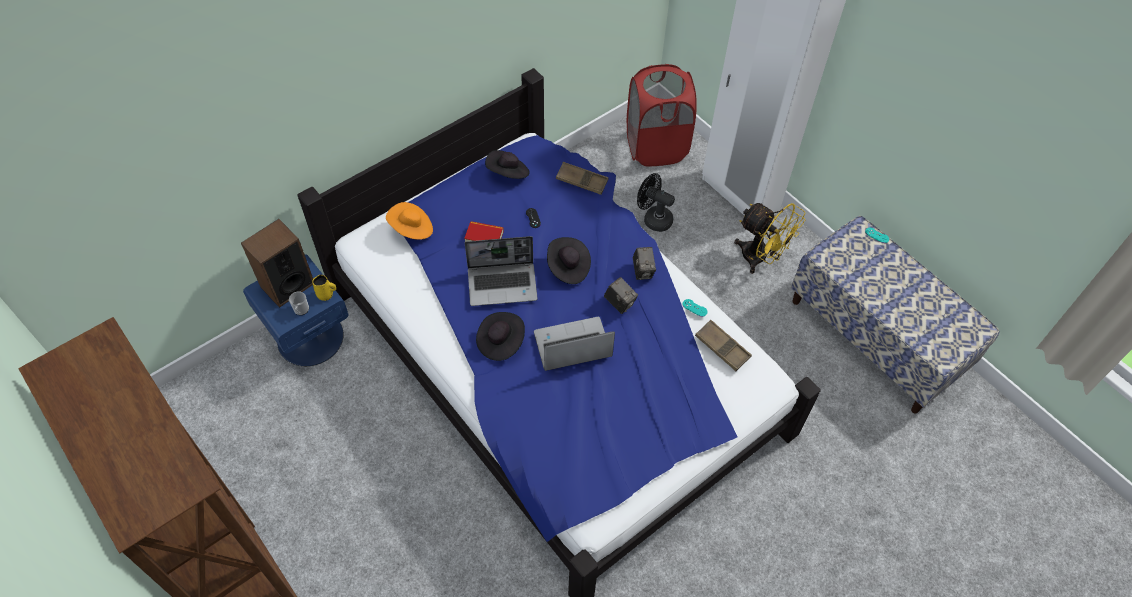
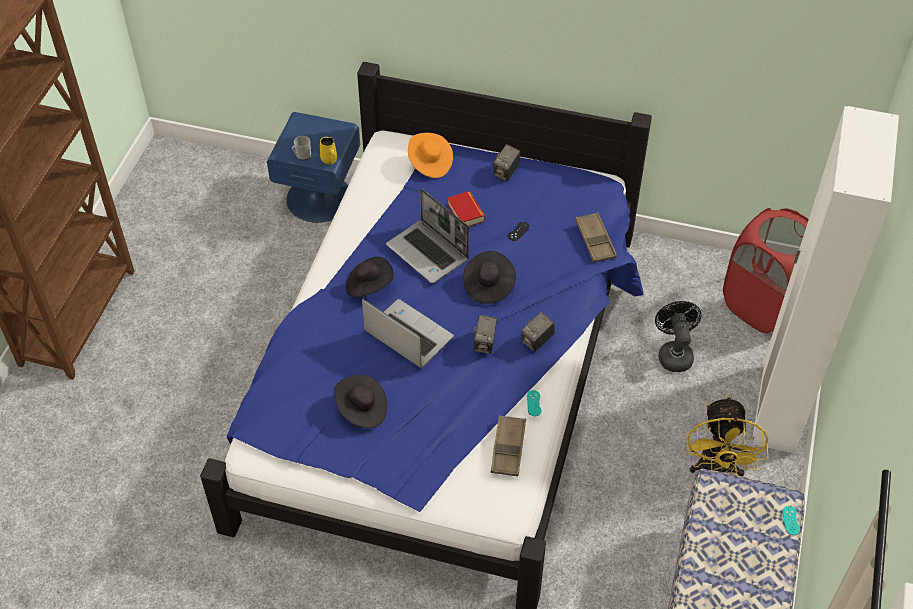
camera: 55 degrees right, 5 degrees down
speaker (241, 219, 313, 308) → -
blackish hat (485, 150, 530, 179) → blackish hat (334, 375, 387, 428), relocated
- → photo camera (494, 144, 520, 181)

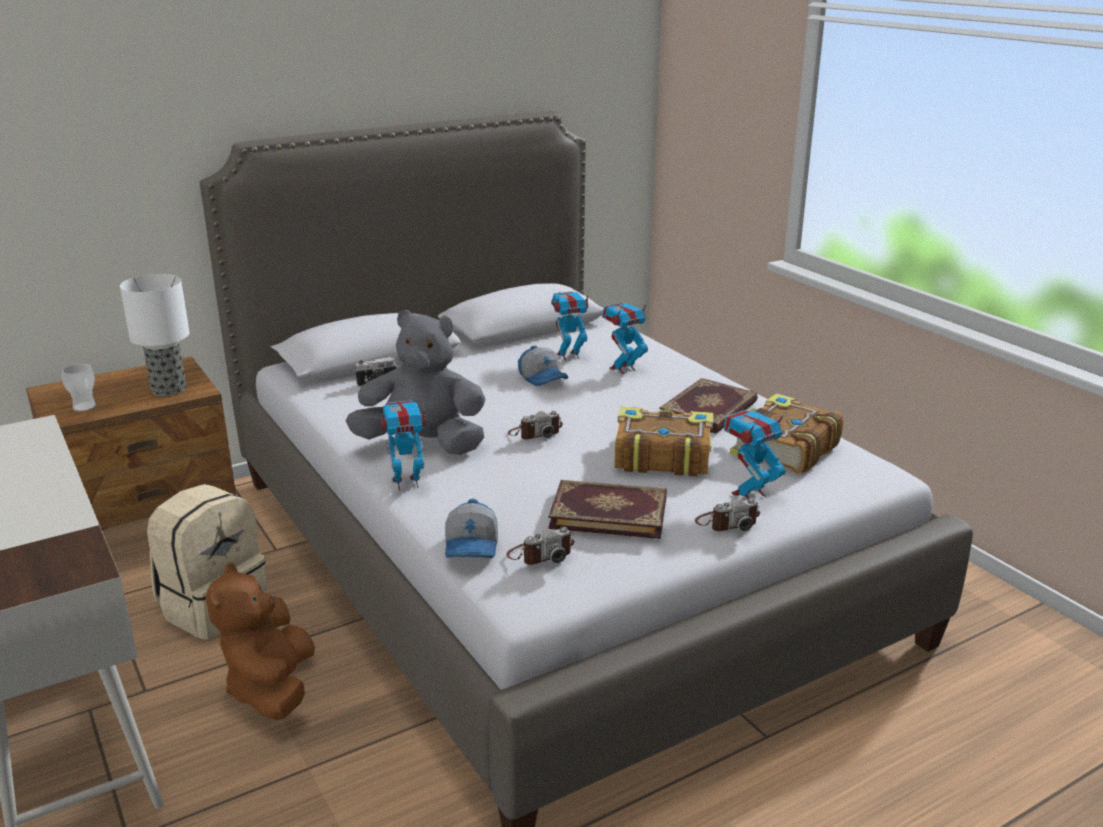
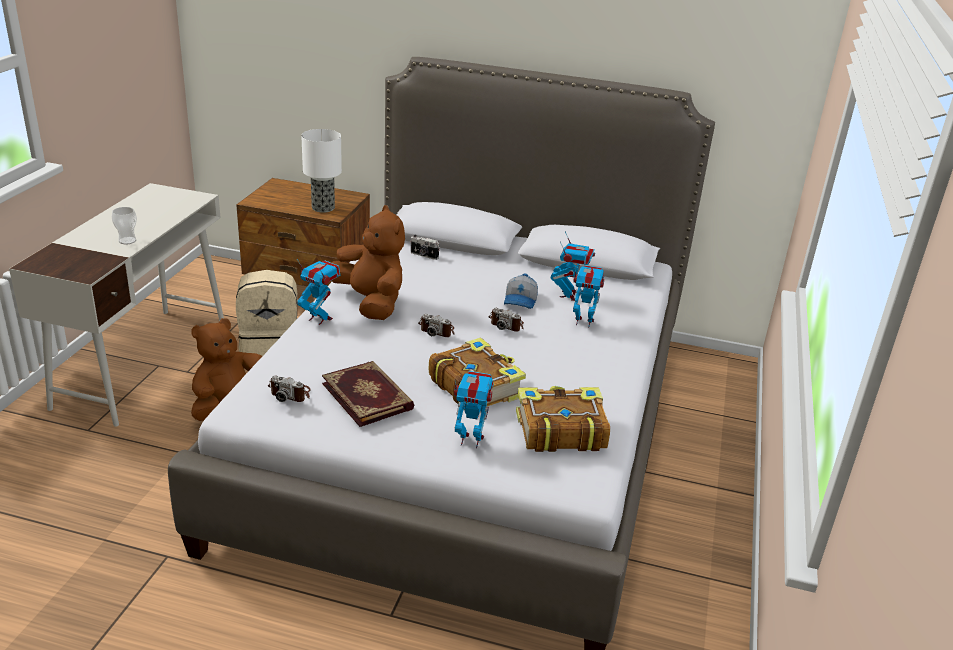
camera: 45 degrees right, 5 degrees up
small cup (62, 364, 96, 412) → small cup (112, 207, 137, 244), relocated
gray soft toy (346, 310, 486, 455) → brown soft toy (331, 205, 405, 320)
baseball cap (445, 499, 498, 558) → -
model robot (551, 289, 590, 360) → model robot (551, 231, 595, 301), 75 degrees clockwise
bound book (660, 378, 758, 434) → -
photo camera (695, 498, 760, 531) → photo camera (488, 308, 524, 332), relocated

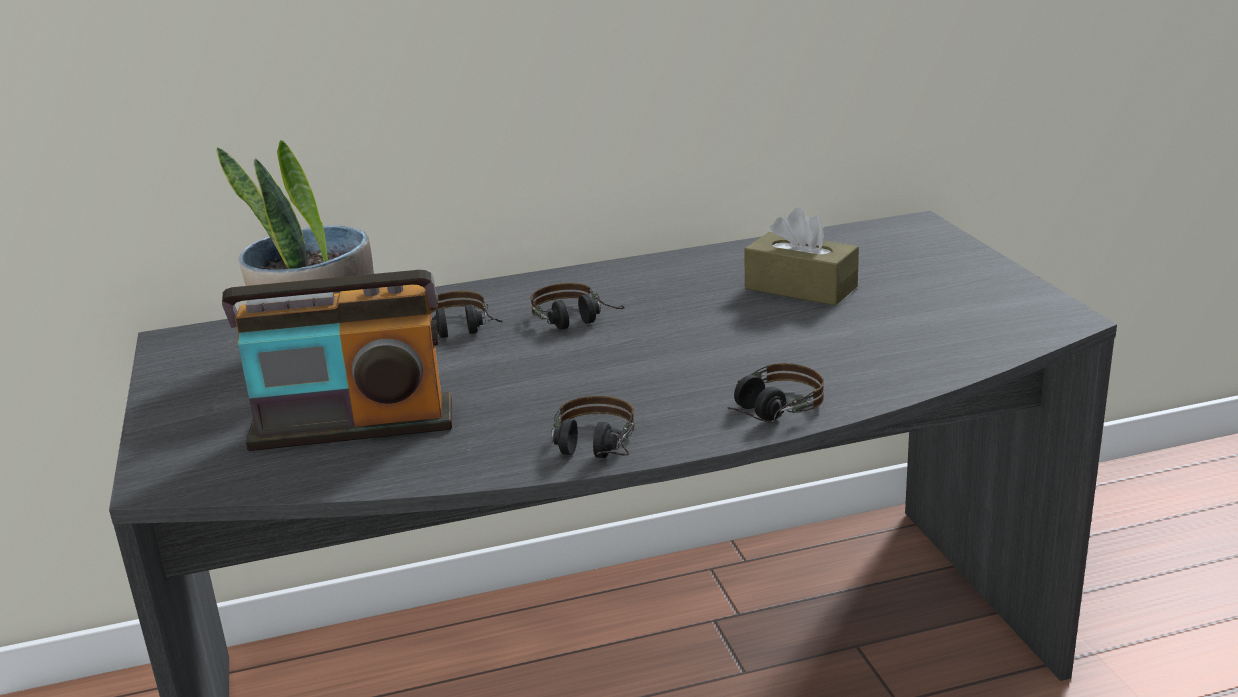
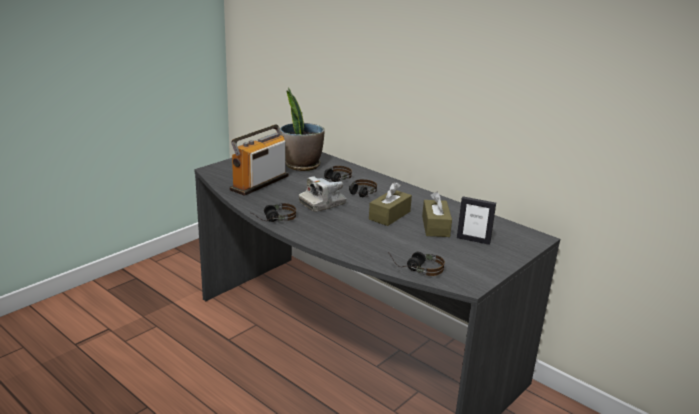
camera: 55 degrees right, 0 degrees up
radio receiver (222, 270, 452, 451) → radio receiver (229, 124, 289, 196), 75 degrees clockwise
headset (727, 363, 824, 423) → headset (388, 252, 445, 276), relocated
- → photo camera (299, 176, 347, 212)
- → brown box of tissues (369, 182, 412, 226)
- → standing frame (457, 197, 496, 245)

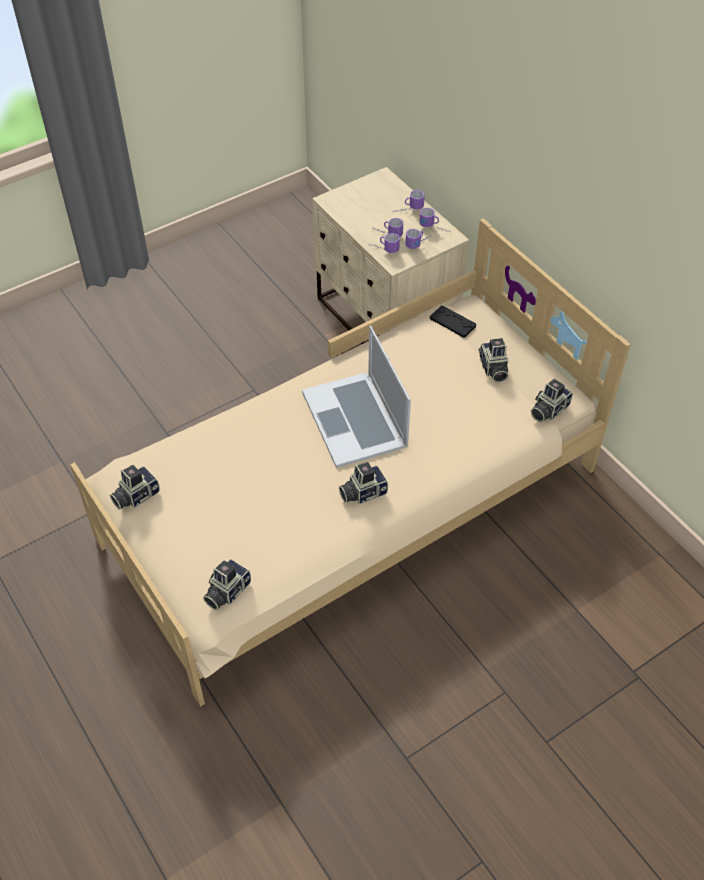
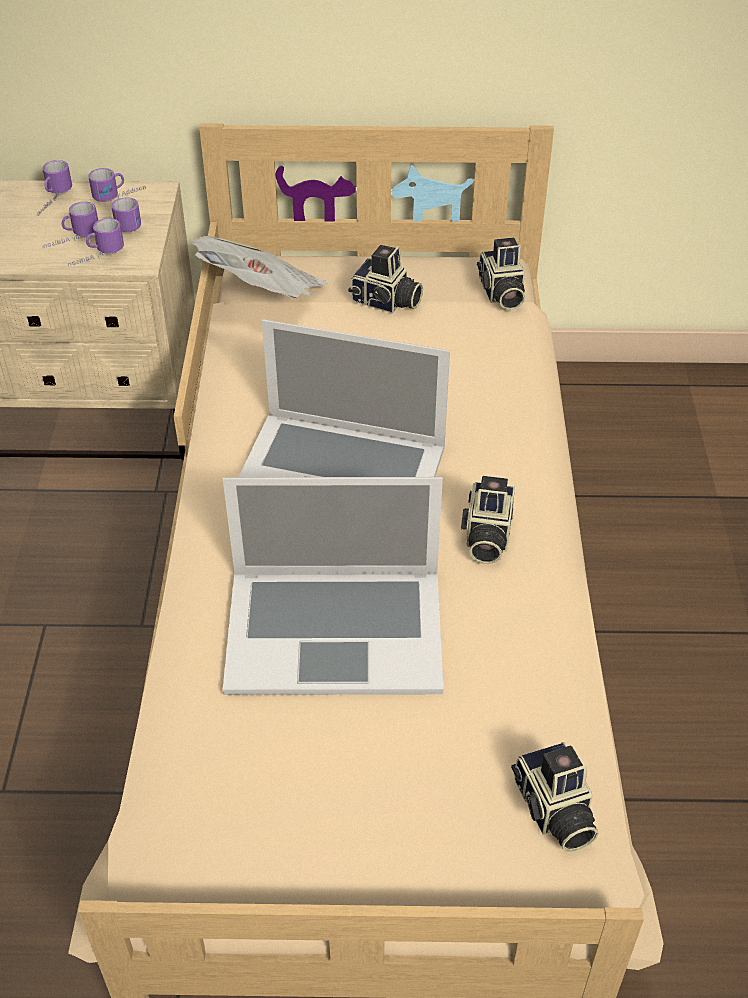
camera: 55 degrees left, 5 degrees down
photo camera (110, 465, 160, 510) → -
blackish gamepad (430, 306, 476, 338) → newspaper (192, 236, 327, 298)
- → notebook computer (223, 477, 443, 695)

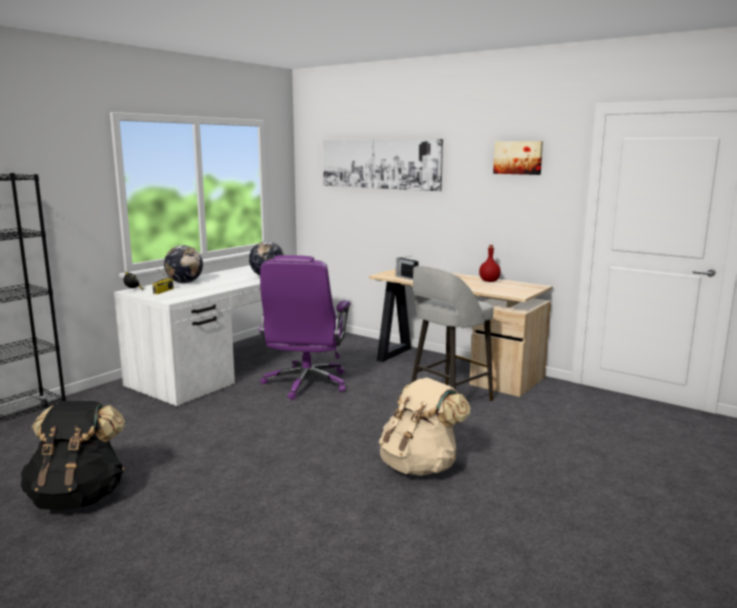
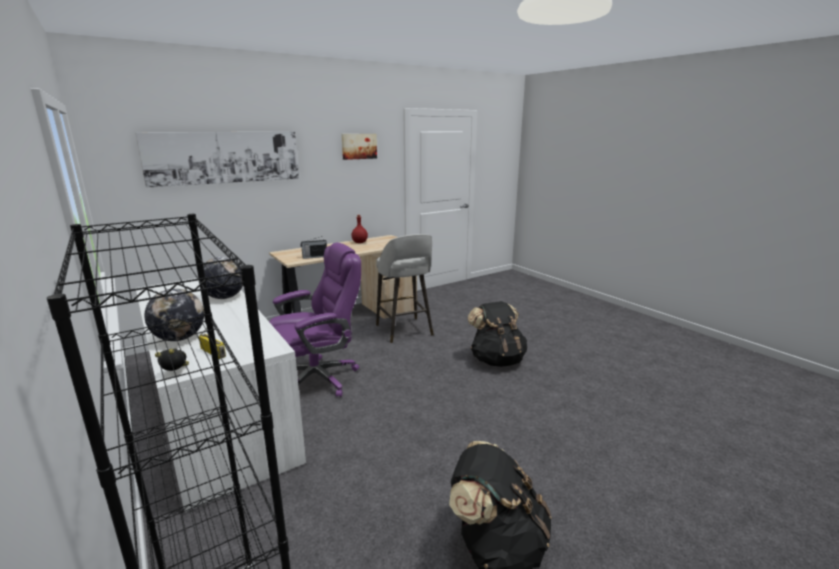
camera: 70 degrees left, 5 degrees up
purple desk chair (259, 255, 350, 400) → purple desk chair (269, 243, 361, 397), 60 degrees counterclockwise
sand-coloured knapsack (379, 378, 470, 476) → blackish knapsack (467, 301, 527, 367)

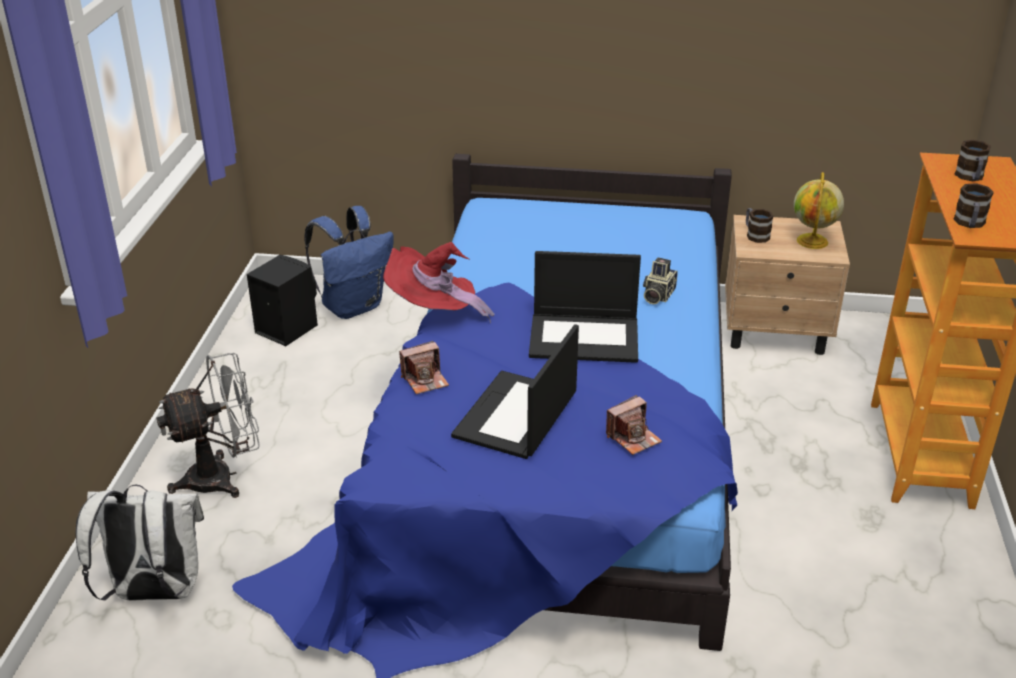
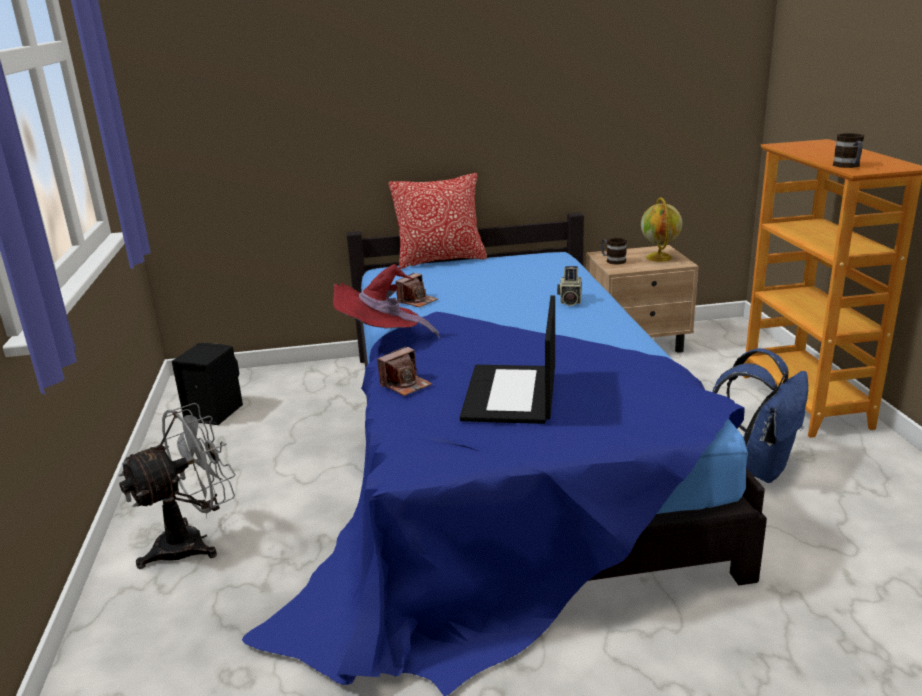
camera: 15 degrees left, 10 degrees down
white-coloured knapsack (76, 484, 204, 601) → -
blue-coloured knapsack (304, 206, 393, 319) → blue-coloured knapsack (712, 348, 808, 483), relocated
notebook computer (529, 251, 641, 363) → -
photo camera (606, 395, 662, 455) → photo camera (395, 273, 438, 308), relocated
tea mug (954, 140, 991, 181) → -
- → cushion (389, 173, 487, 269)

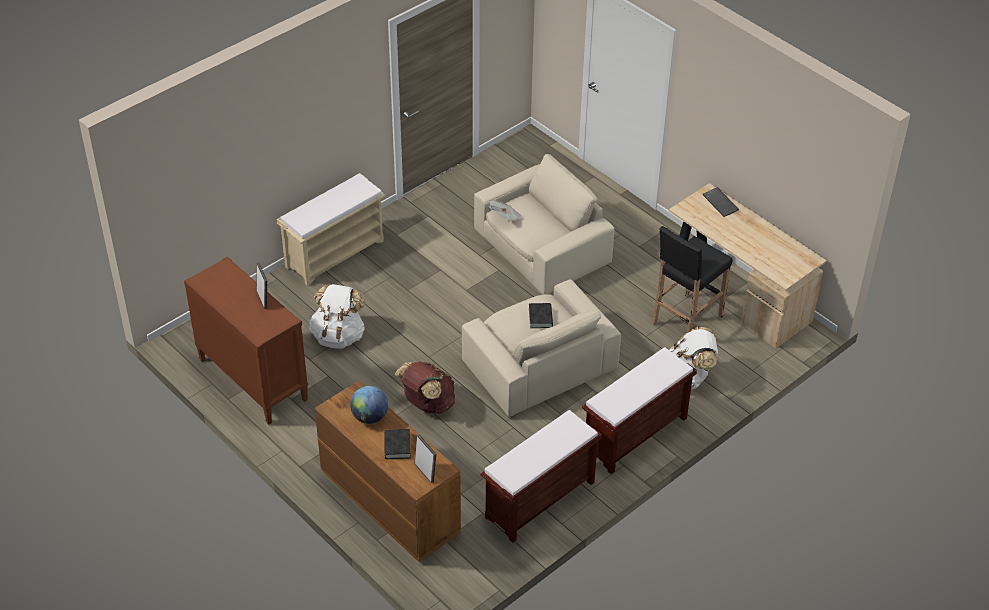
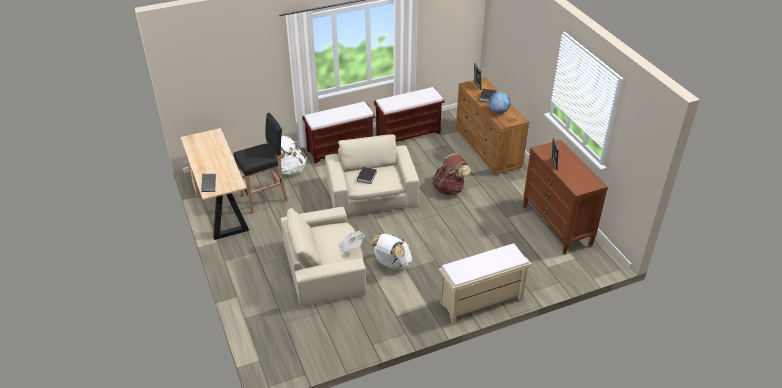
camera: 160 degrees left, 5 degrees down
white-coloured knapsack (309, 284, 366, 349) → white-coloured knapsack (369, 233, 412, 269), relocated

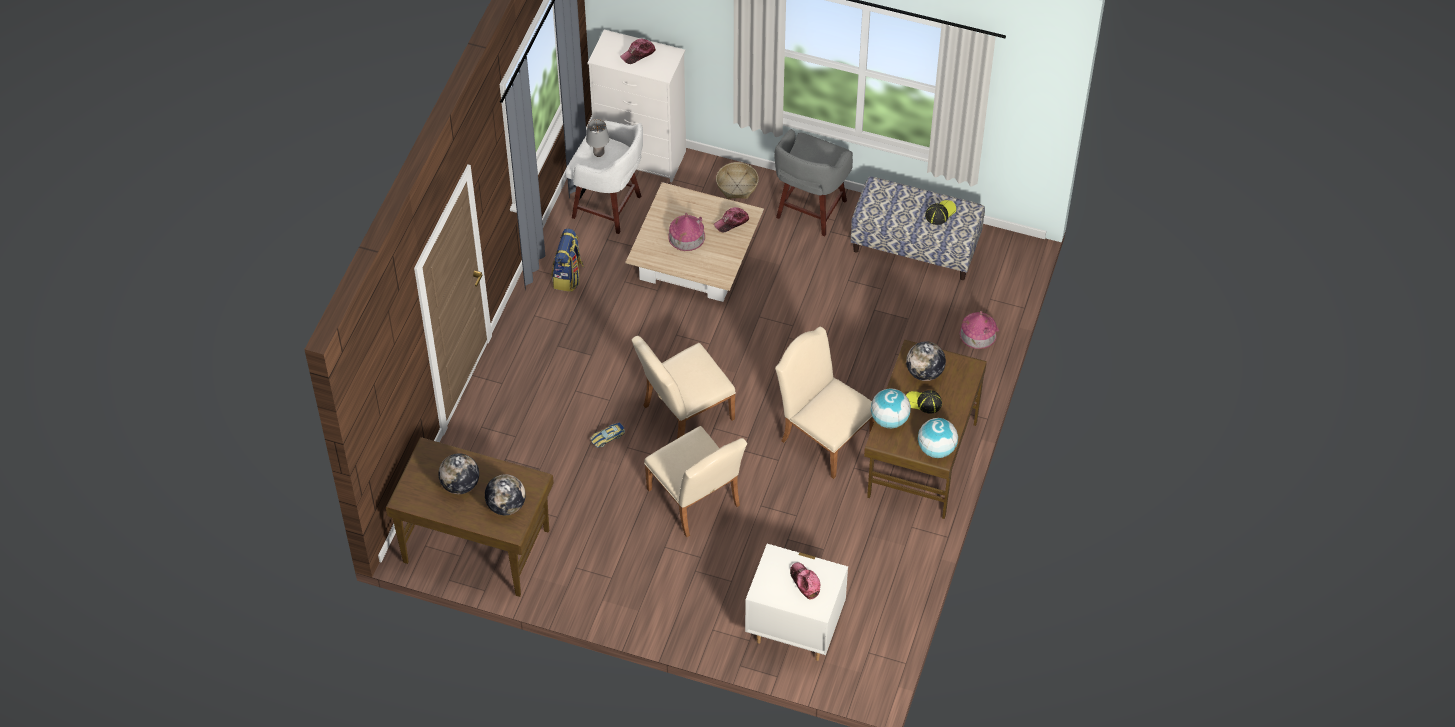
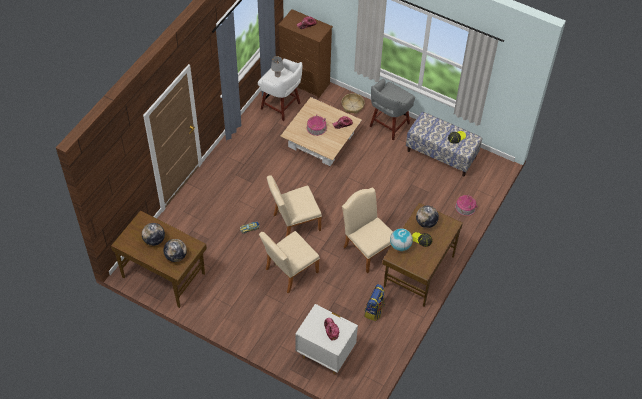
camera: 10 degrees right, 0 degrees up
knapsack (552, 229, 584, 292) → knapsack (365, 284, 385, 321), relocated
white-coloured chest of drawers (588, 30, 686, 182) → brown chest of drawers (278, 9, 333, 99)
sand-coloured upright chair (644, 426, 747, 537) → sand-coloured upright chair (259, 231, 320, 293), 75 degrees clockwise
world globe (918, 418, 958, 458) → -

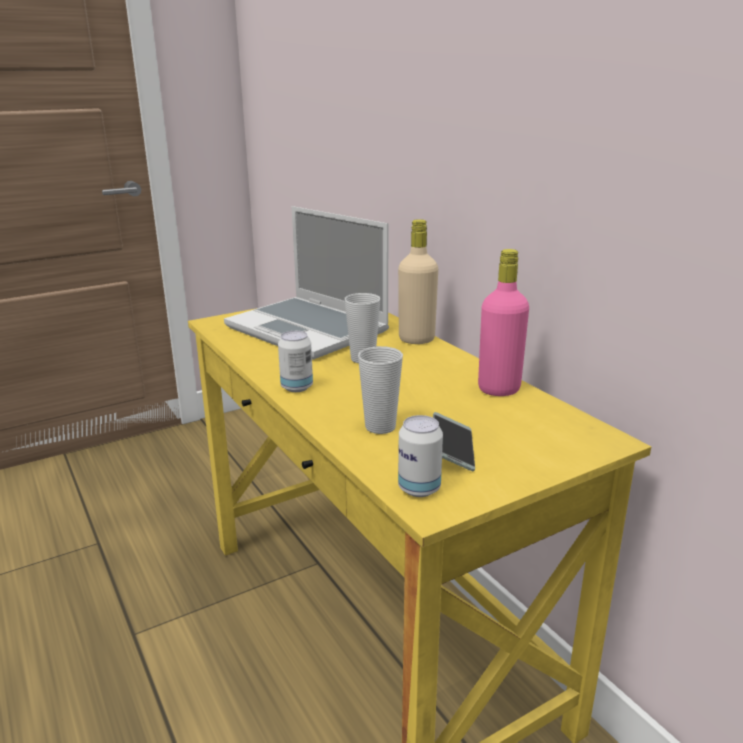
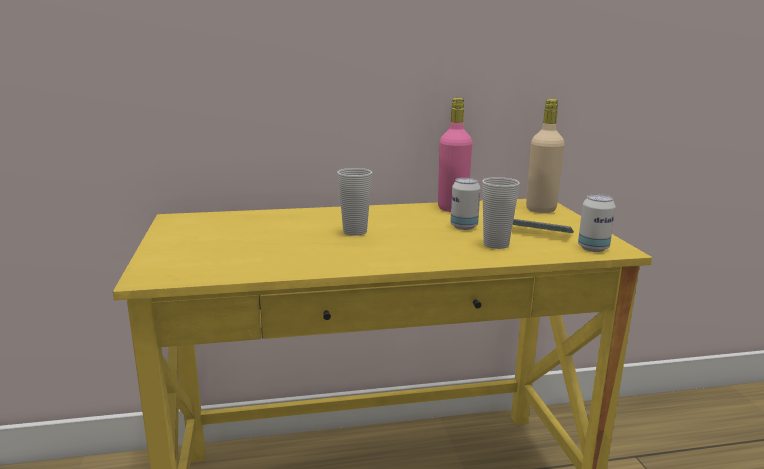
camera: 70 degrees left, 5 degrees down
notebook computer (224, 206, 389, 360) → -
sealed can (278, 331, 313, 392) → sealed can (450, 178, 481, 230), relocated
sand-coloured bottle (398, 219, 438, 344) → sand-coloured bottle (526, 99, 565, 213), relocated

